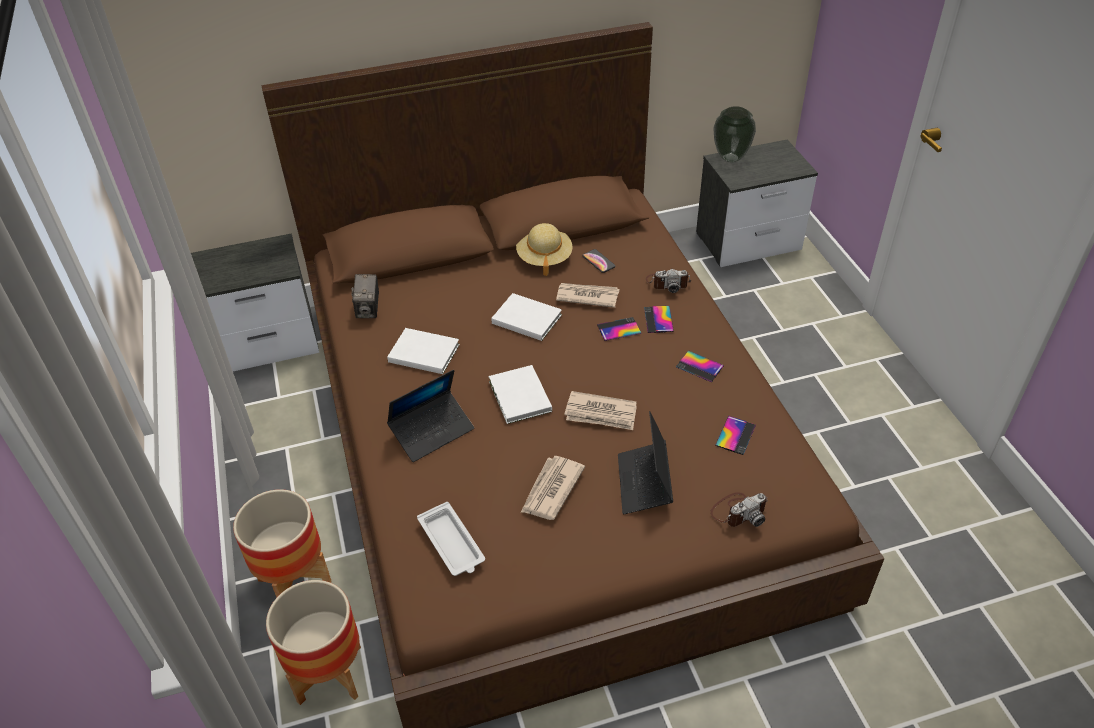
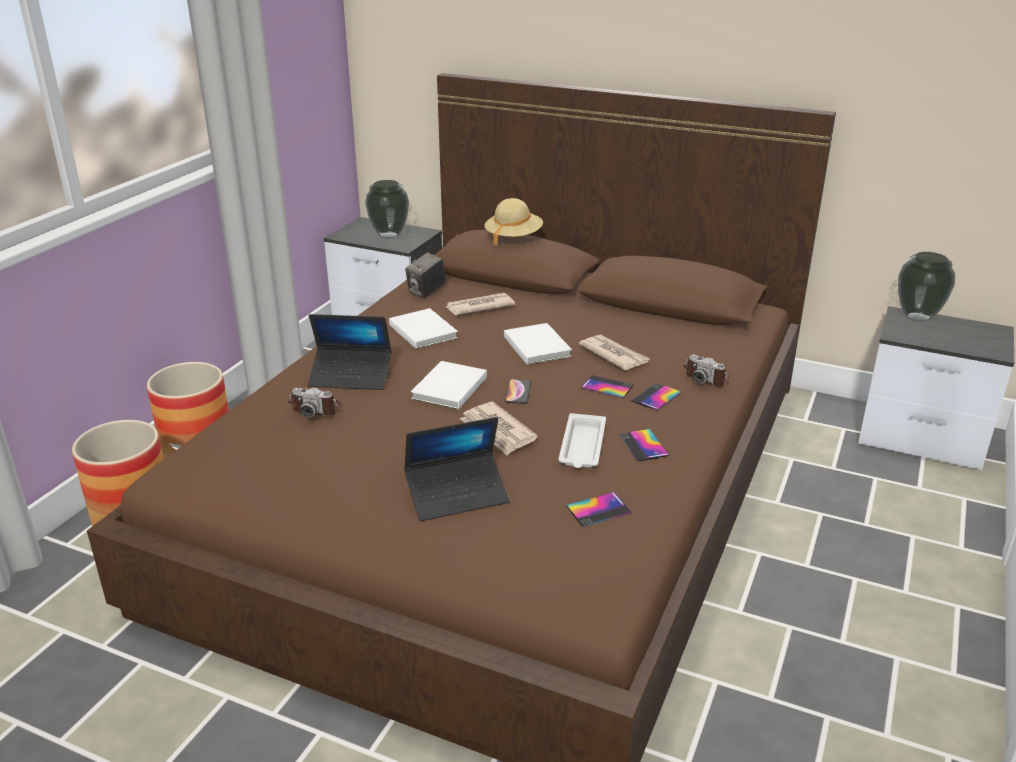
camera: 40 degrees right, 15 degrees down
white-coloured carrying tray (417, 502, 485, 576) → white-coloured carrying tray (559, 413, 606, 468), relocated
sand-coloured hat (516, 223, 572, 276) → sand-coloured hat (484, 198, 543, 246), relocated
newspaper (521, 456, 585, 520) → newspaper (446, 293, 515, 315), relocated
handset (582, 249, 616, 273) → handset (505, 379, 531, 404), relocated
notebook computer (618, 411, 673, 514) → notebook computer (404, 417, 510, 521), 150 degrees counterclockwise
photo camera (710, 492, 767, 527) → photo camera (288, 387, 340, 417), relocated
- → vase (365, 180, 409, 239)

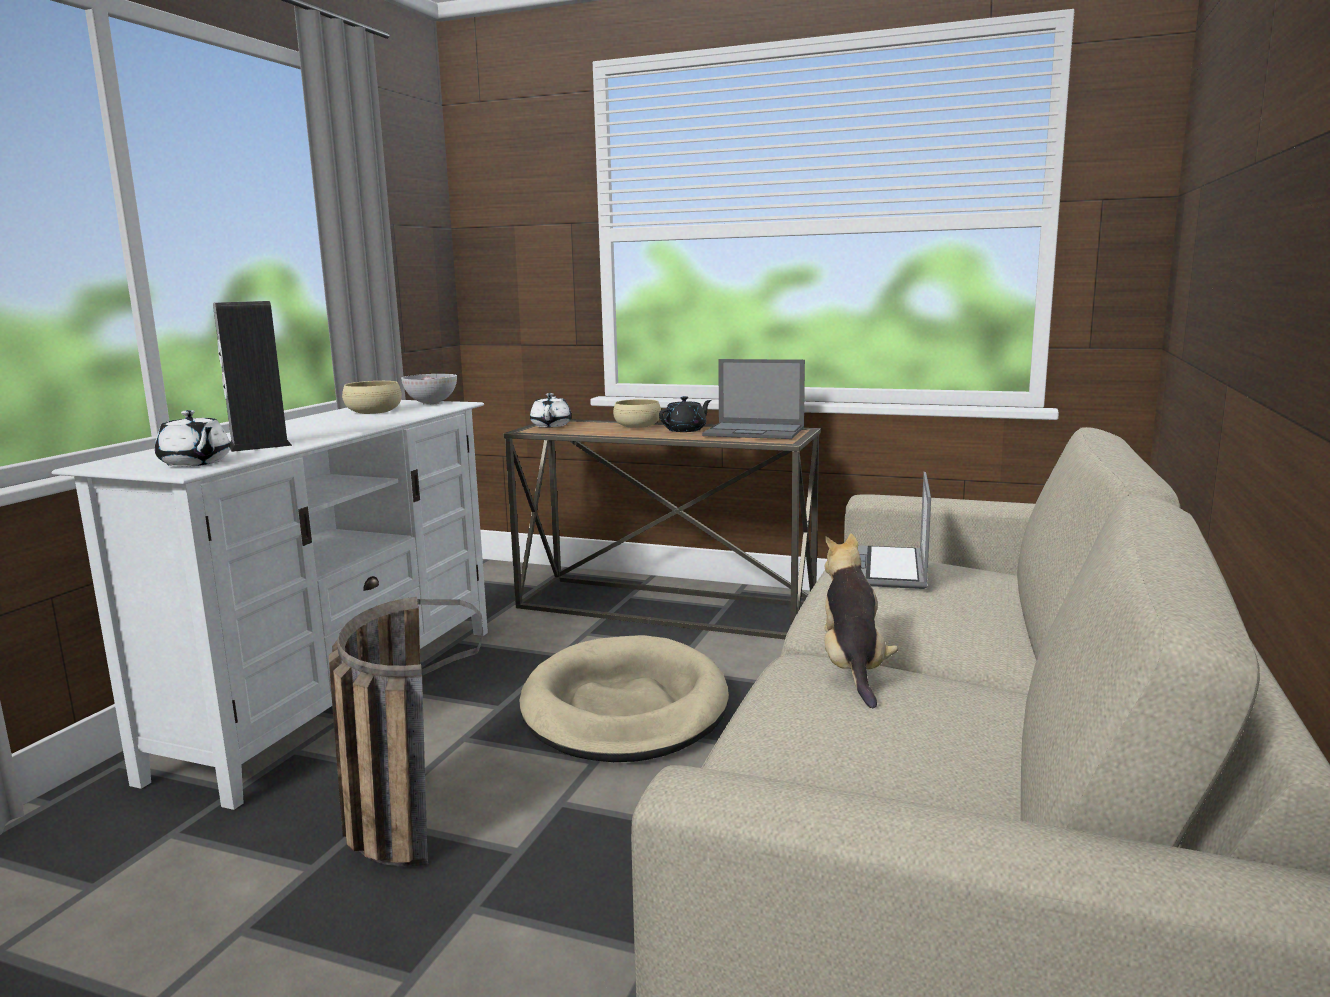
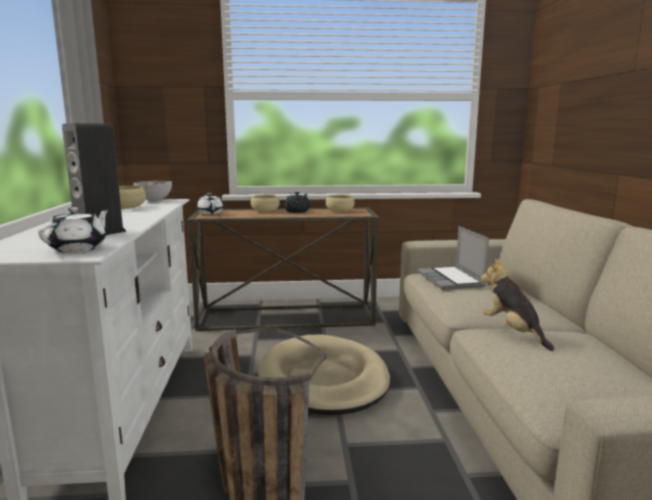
camera: 25 degrees left, 0 degrees up
white-coloured tea pot (155, 410, 230, 467) → white-coloured tea pot (38, 207, 109, 253), 90 degrees counterclockwise
notebook computer (702, 359, 805, 439) → sand-coloured deep dish (326, 195, 355, 212)

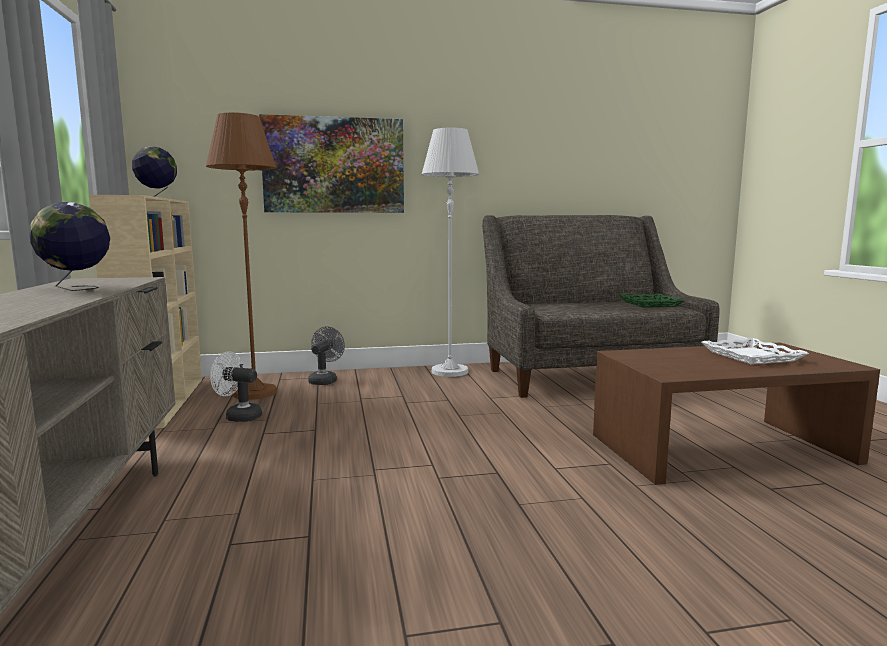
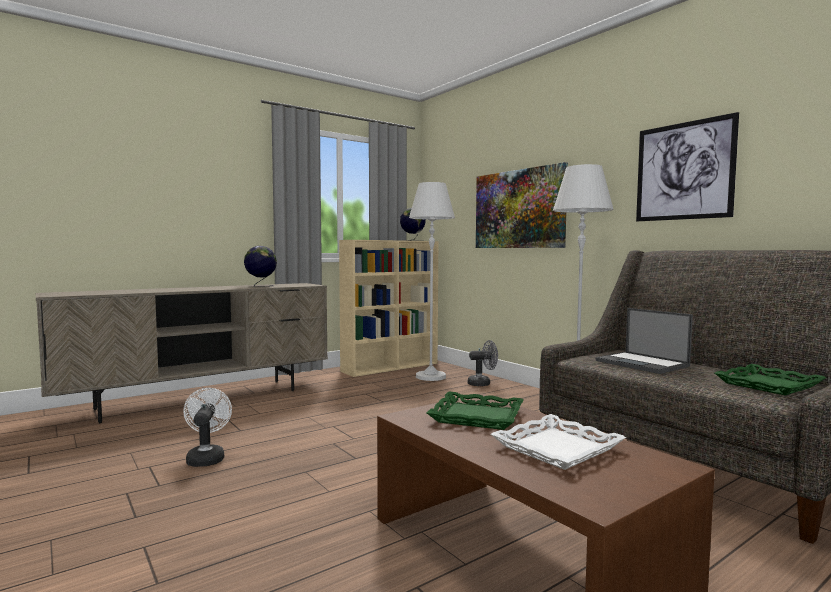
camera: 65 degrees right, 5 degrees down
brown standard lamp (206, 113, 277, 400) → white-coloured standard lamp (409, 182, 455, 381)
white-coloured electric fan (210, 351, 263, 422) → white-coloured electric fan (183, 388, 232, 467), relocated
- → greenish carrying tray (427, 391, 524, 430)
- → notebook computer (595, 308, 693, 374)
- → wall picture (636, 112, 739, 221)

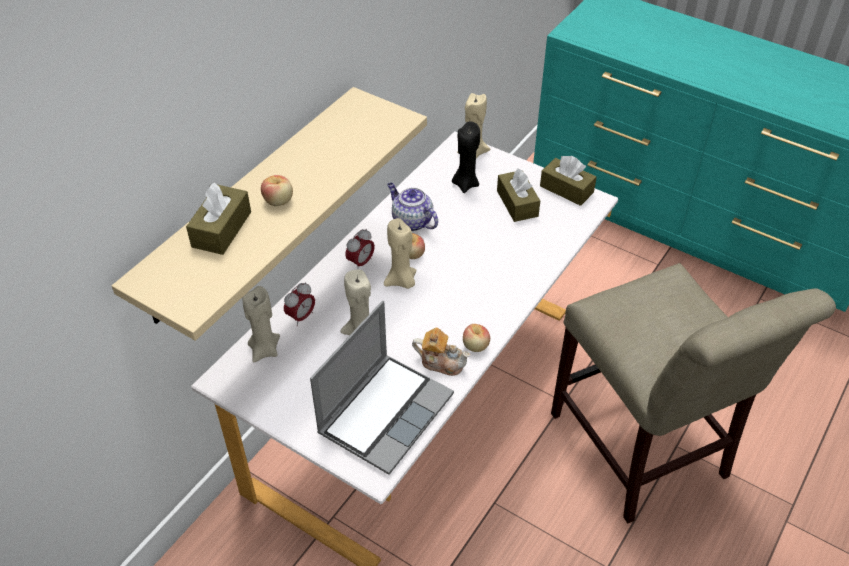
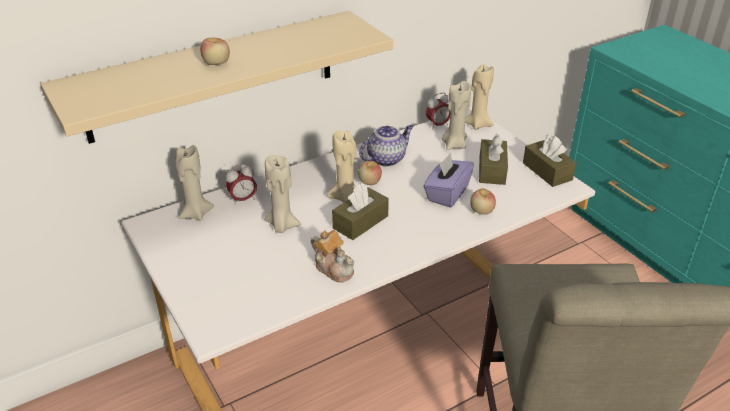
camera: 25 degrees right, 10 degrees down
brown box of tissues (186, 183, 251, 255) → brown box of tissues (332, 184, 389, 240), relocated
notebook computer (310, 301, 454, 475) → -
table clock (345, 229, 375, 270) → table clock (425, 93, 450, 129), relocated
tea pot (387, 183, 438, 231) → tea pot (359, 125, 413, 167), 75 degrees clockwise
blackish wax light (452, 121, 480, 193) → sand-coloured wax light (442, 81, 471, 150)
apple fruit (463, 324, 490, 352) → apple fruit (470, 189, 496, 215), relocated
- → purple box of tissues (423, 153, 474, 208)

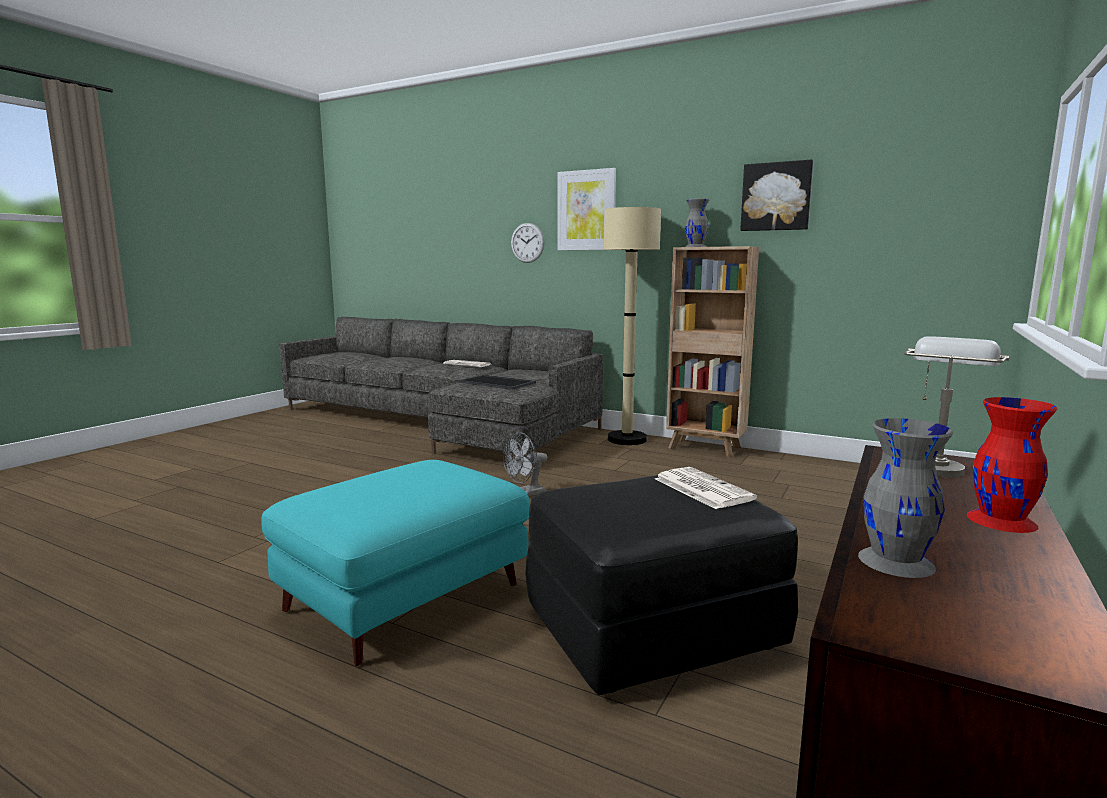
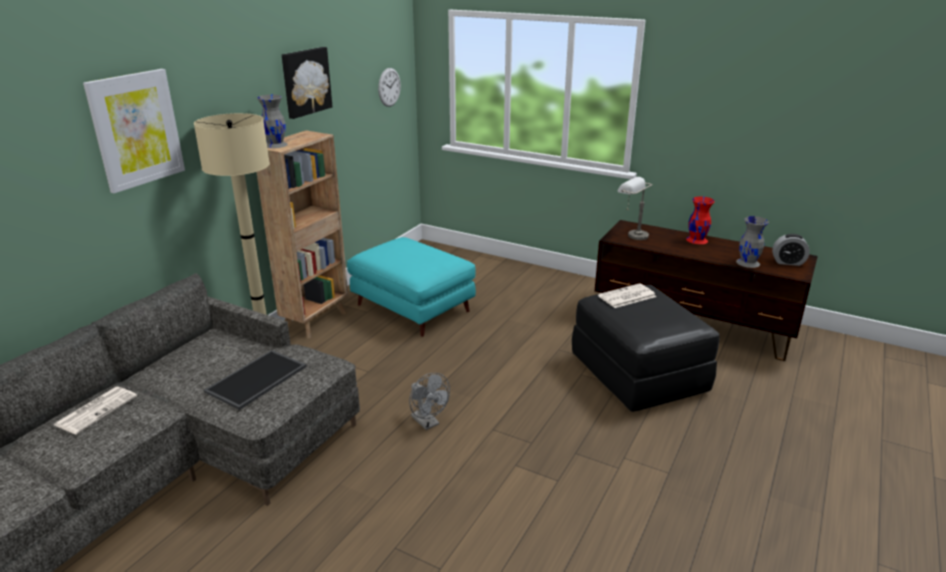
camera: 90 degrees left, 15 degrees up
blue-green pouffe (261, 460, 530, 666) → blue-green pouffe (347, 237, 476, 337), relocated
wall clock (511, 223, 545, 263) → wall clock (378, 68, 401, 107), relocated
- → table clock (772, 234, 810, 266)

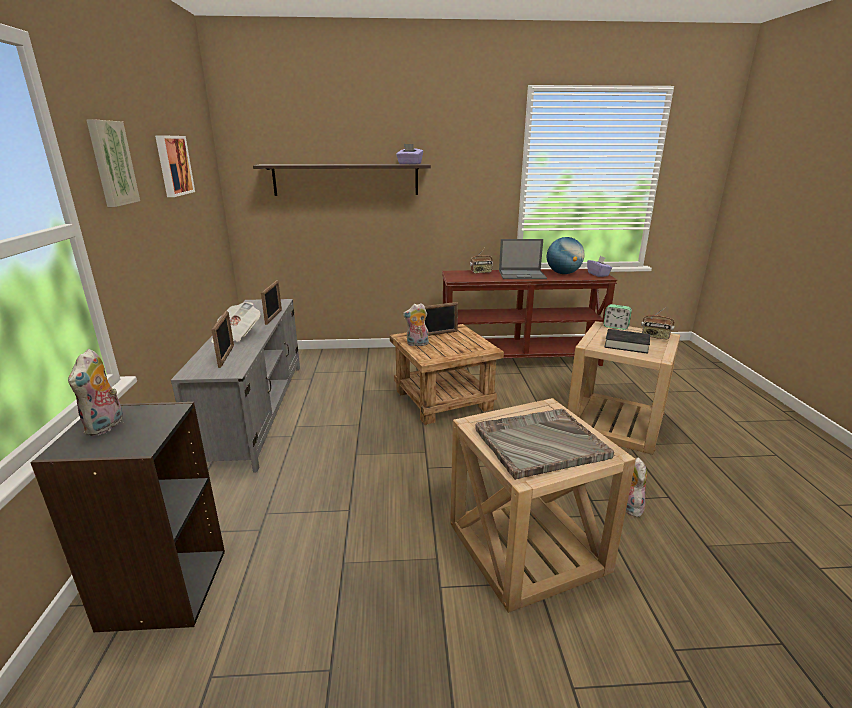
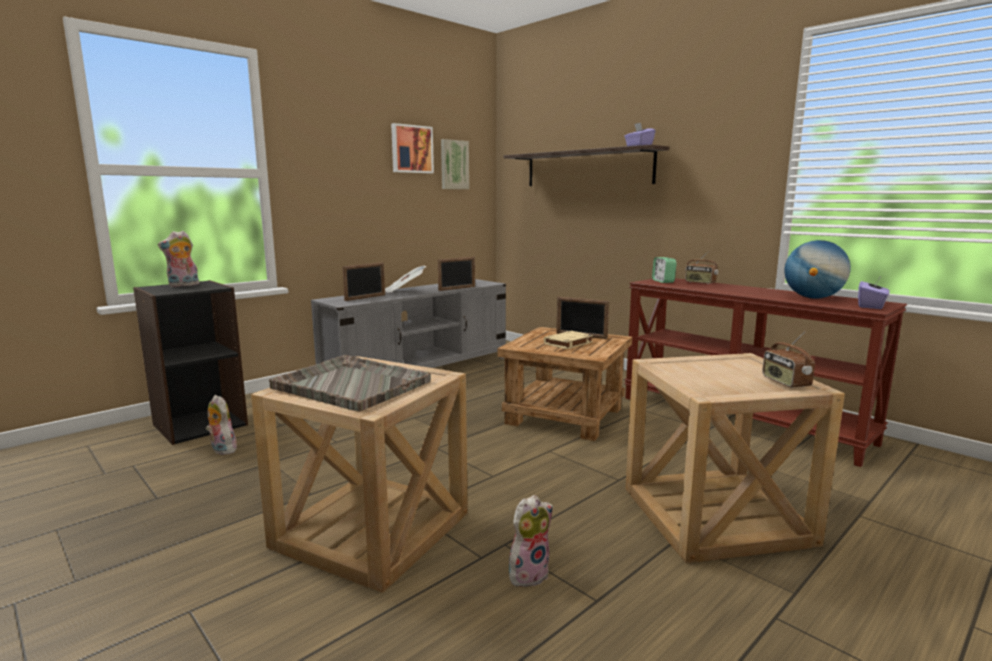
camera: 50 degrees right, 10 degrees down
wall picture (86, 120, 140, 207) → wall picture (441, 139, 469, 189), relocated
soft toy (403, 303, 429, 346) → soft toy (206, 395, 237, 455), relocated
notebook computer (499, 239, 547, 279) → -
table clock (603, 304, 632, 330) → table clock (652, 257, 677, 283), relocated
blackish bound book (605, 329, 650, 354) → -
- → sand-coloured bound book (544, 331, 593, 349)

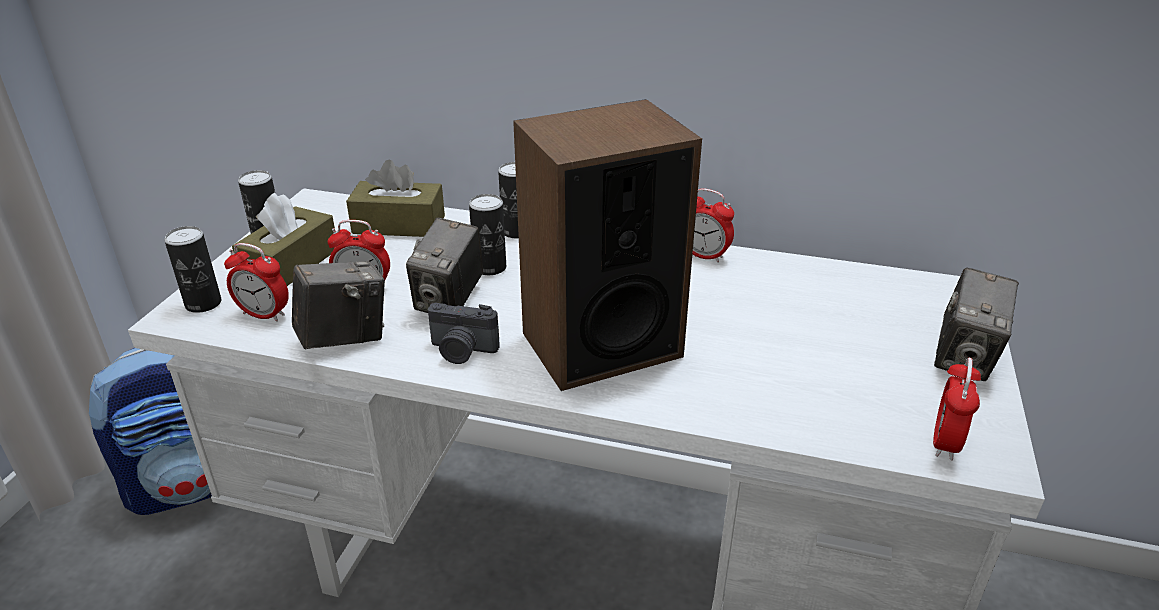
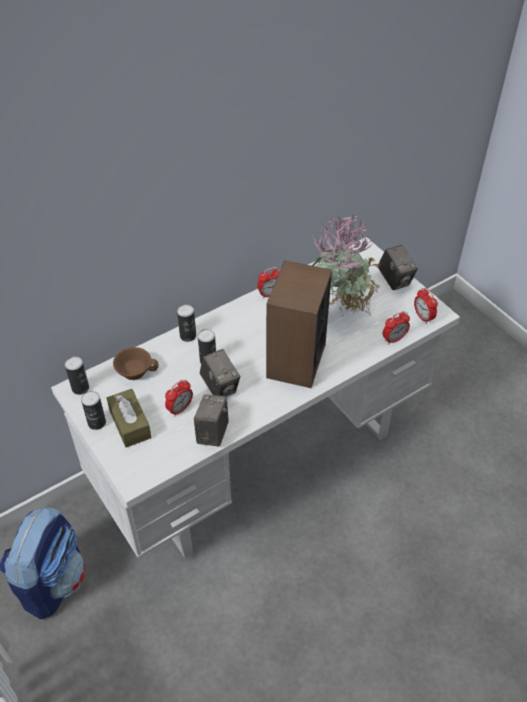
camera: 50 degrees left, 15 degrees up
sealed can (164, 226, 221, 313) → sealed can (65, 356, 89, 395), relocated
table clock (224, 243, 289, 322) → table clock (383, 311, 410, 345), relocated
brown box of tissues (346, 159, 445, 237) → brown small cup (113, 347, 158, 380)
photo camera (428, 303, 500, 364) → -
- → potted plant (312, 214, 381, 317)

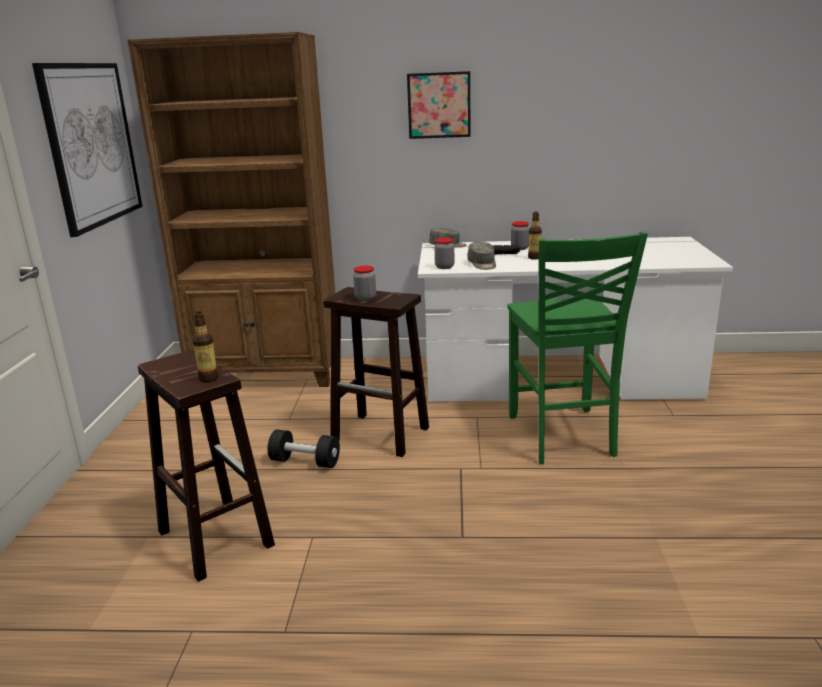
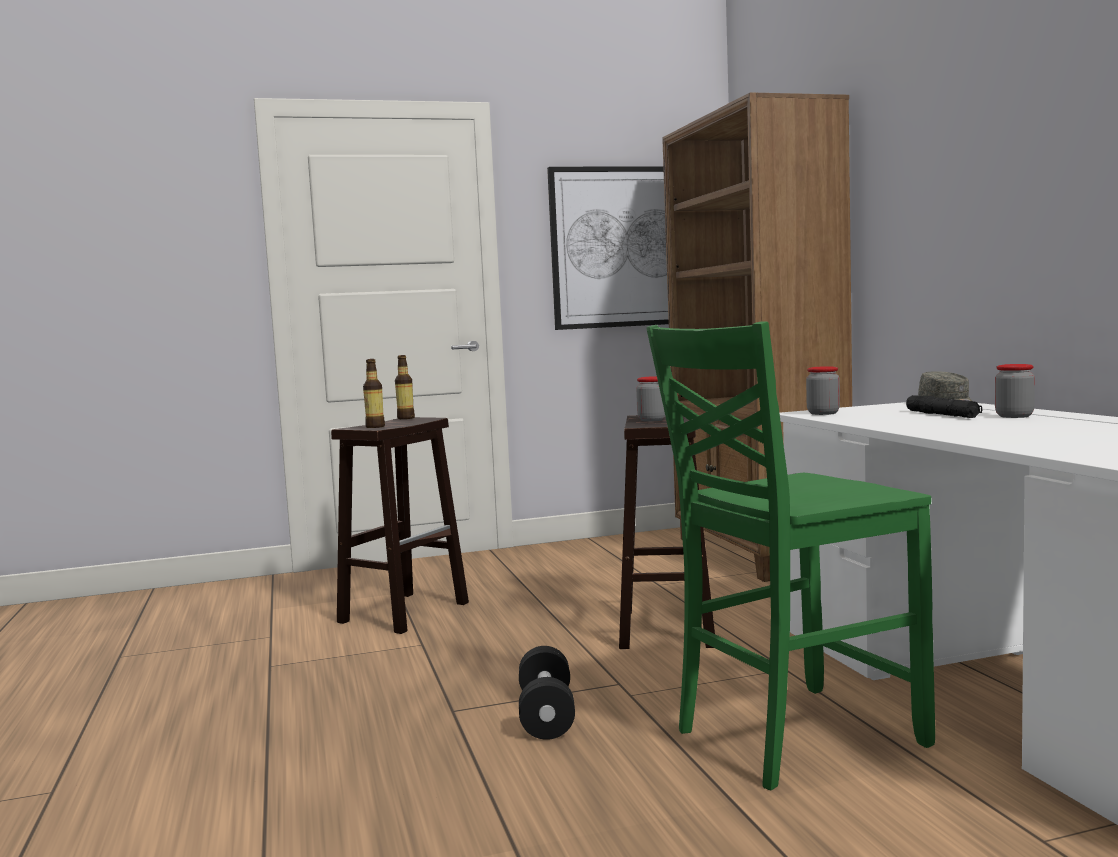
camera: 70 degrees right, 15 degrees down
blackish dumbbell (268, 429, 340, 468) → blackish dumbbell (519, 646, 575, 740), relocated
wall picture (407, 71, 471, 139) → -
gray baseball cap (467, 242, 496, 270) → -
bottle (528, 212, 542, 260) → bottle (395, 355, 415, 419), relocated

